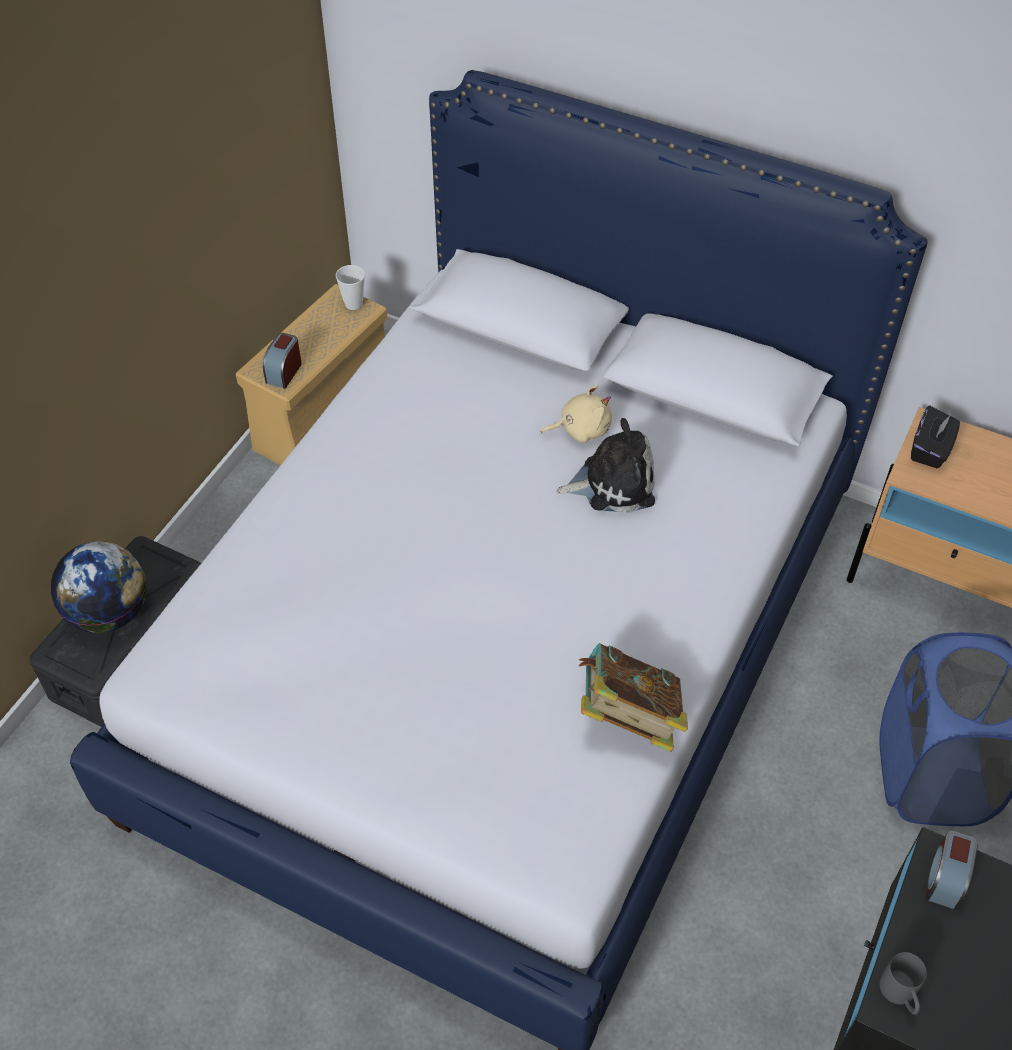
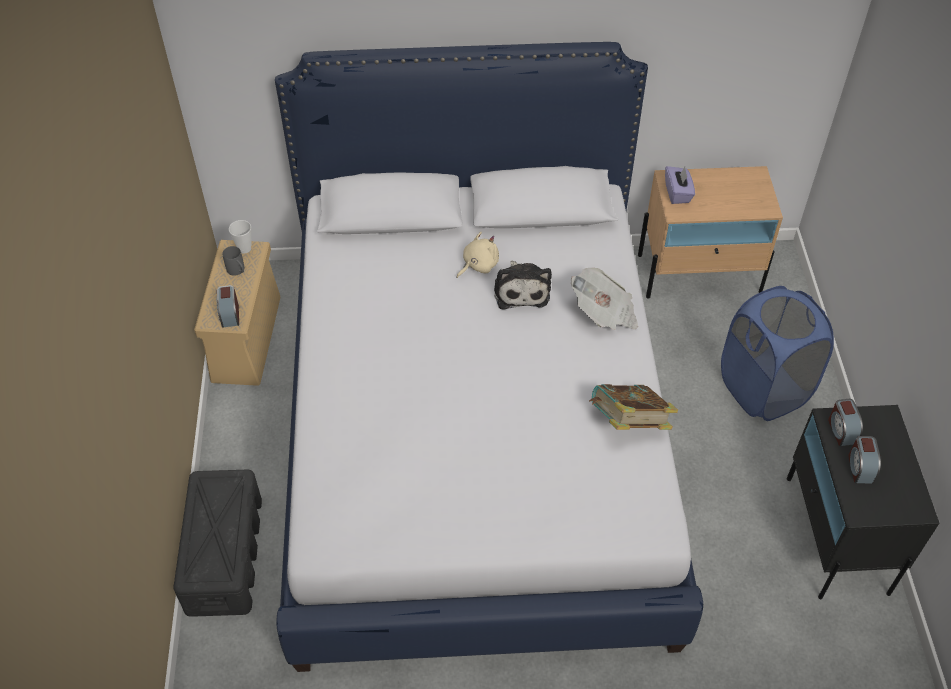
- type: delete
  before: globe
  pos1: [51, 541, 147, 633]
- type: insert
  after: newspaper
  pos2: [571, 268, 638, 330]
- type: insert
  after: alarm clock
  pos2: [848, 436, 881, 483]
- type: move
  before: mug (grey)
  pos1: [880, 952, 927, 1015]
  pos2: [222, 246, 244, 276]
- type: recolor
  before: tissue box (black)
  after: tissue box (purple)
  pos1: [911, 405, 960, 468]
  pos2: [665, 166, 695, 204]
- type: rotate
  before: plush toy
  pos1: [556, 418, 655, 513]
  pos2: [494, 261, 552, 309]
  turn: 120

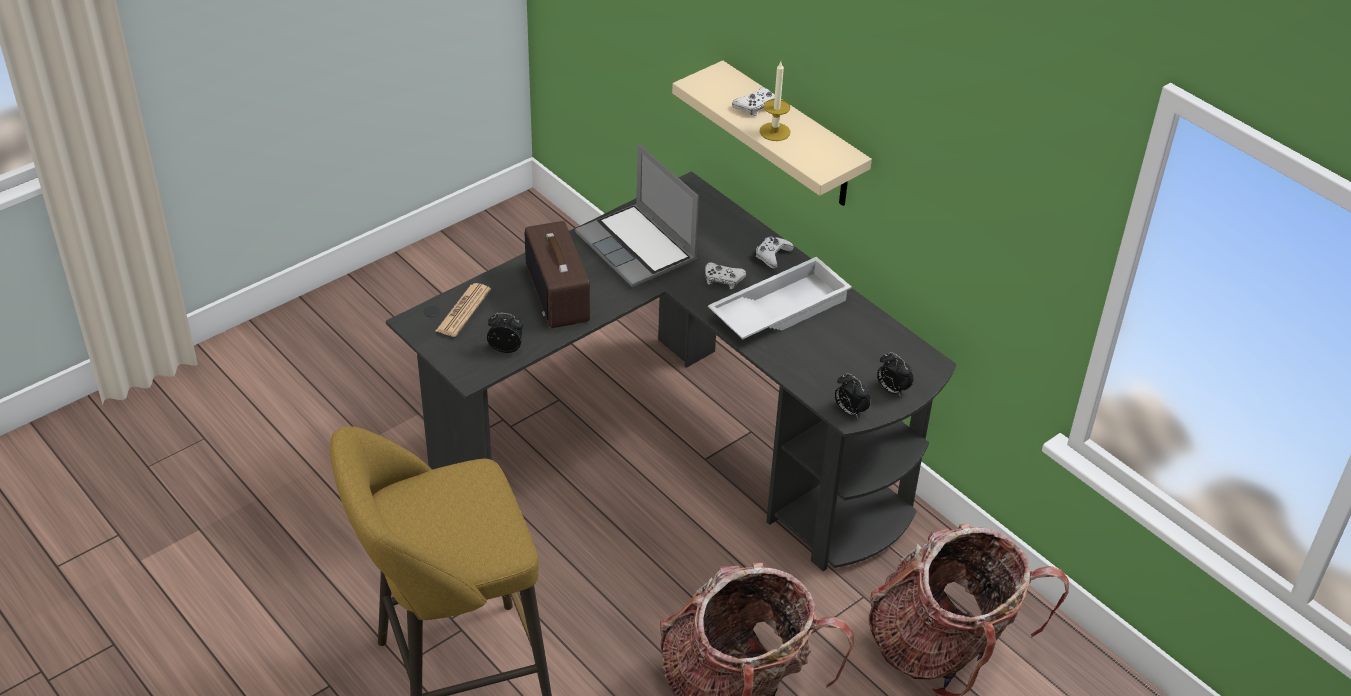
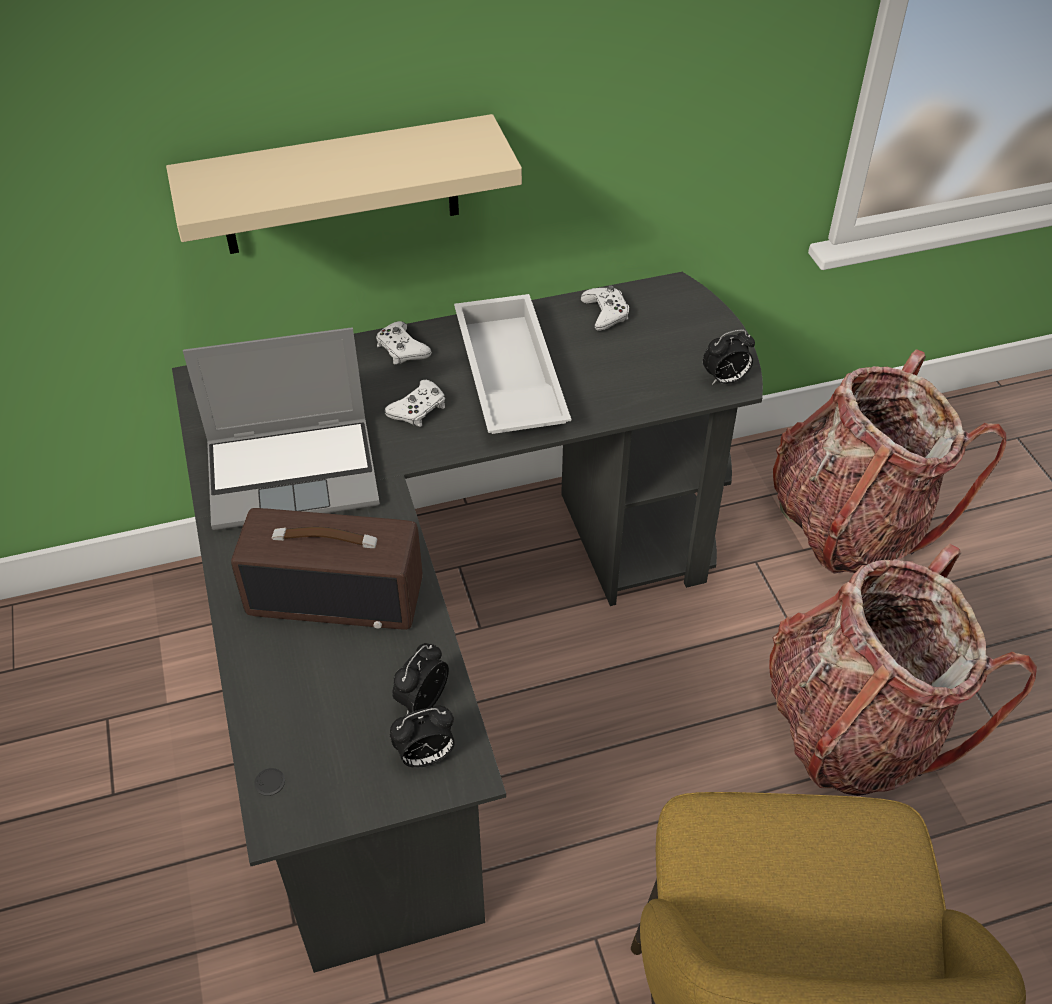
- type: delete
  before: newspaper
  pos1: [436, 283, 491, 337]
- type: delete
  before: candle
  pos1: [760, 62, 790, 141]
- type: move
  before: game controller (white)
  pos1: [732, 88, 775, 116]
  pos2: [581, 285, 629, 331]
- type: move
  before: alarm clock
  pos1: [877, 352, 913, 397]
  pos2: [390, 706, 455, 768]

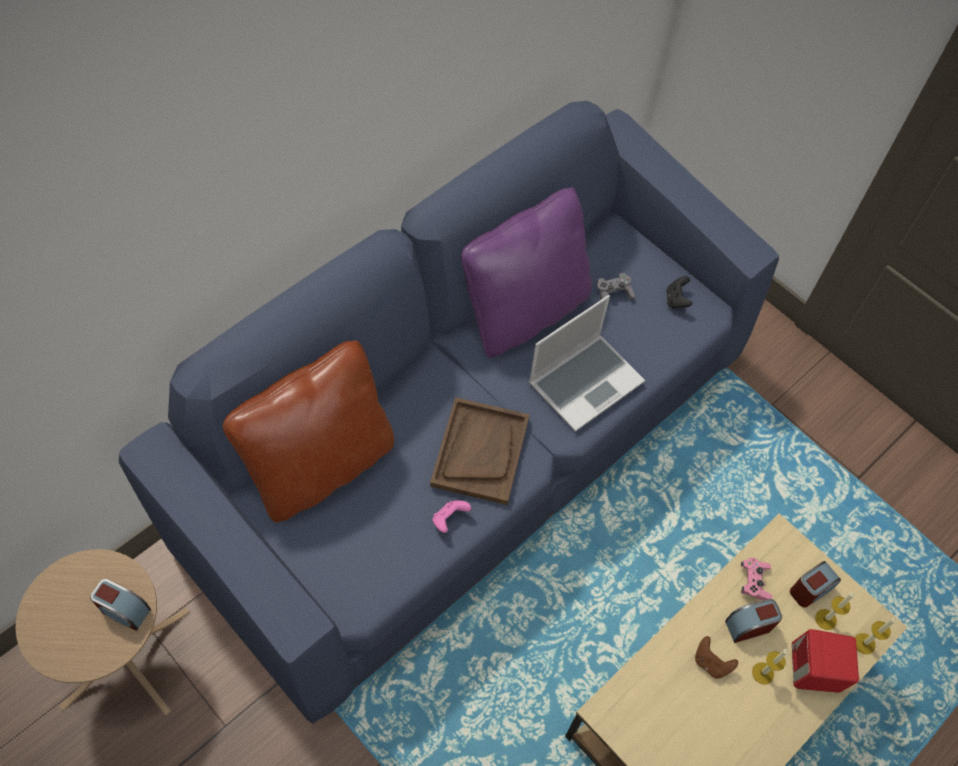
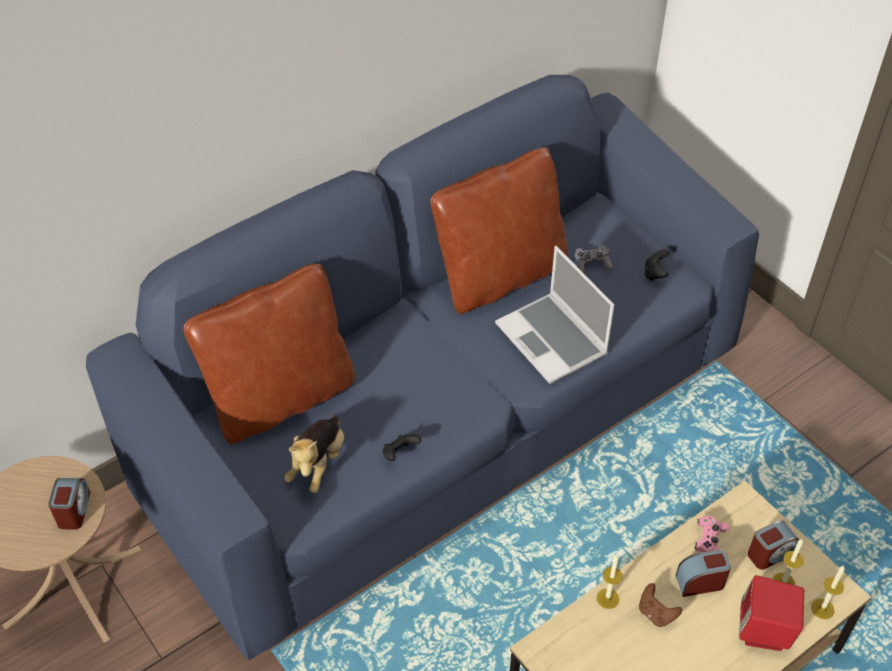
- type: delete
  before: tray (brown)
  pos1: [430, 397, 530, 505]
- type: insert
  after: plush toy
  pos2: [285, 415, 344, 493]
- type: move
  before: candle
  pos1: [752, 649, 788, 684]
  pos2: [597, 555, 623, 609]
- type: recolor
  before: game controller (pink)
  after: game controller (black)
  pos1: [432, 501, 471, 533]
  pos2: [382, 434, 421, 461]
- type: recolor
  before: pillow (purple)
  after: pillow (brown)
  pos1: [461, 188, 592, 358]
  pos2: [431, 147, 568, 314]
- type: rotate
  before: alarm clock
  pos1: [90, 579, 151, 631]
  pos2: [48, 478, 90, 530]
  turn: -120
- type: rotate
  before: laptop
  pos1: [529, 295, 645, 432]
  pos2: [495, 246, 615, 384]
  turn: 90

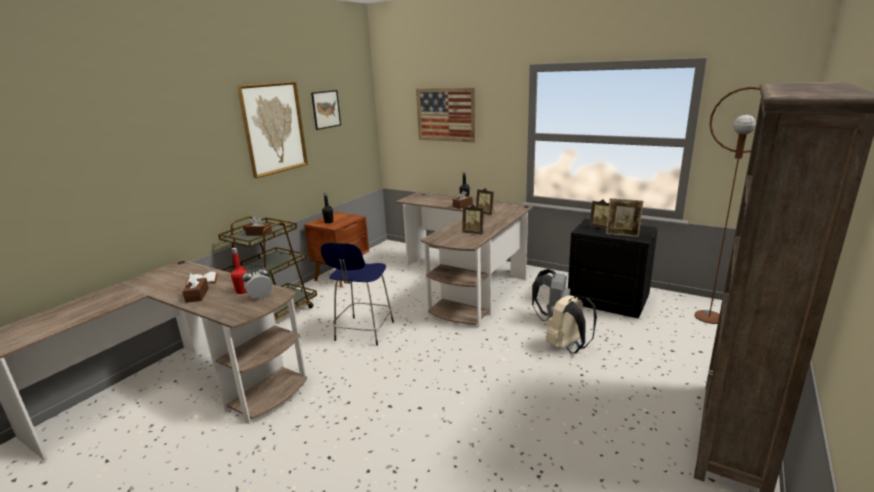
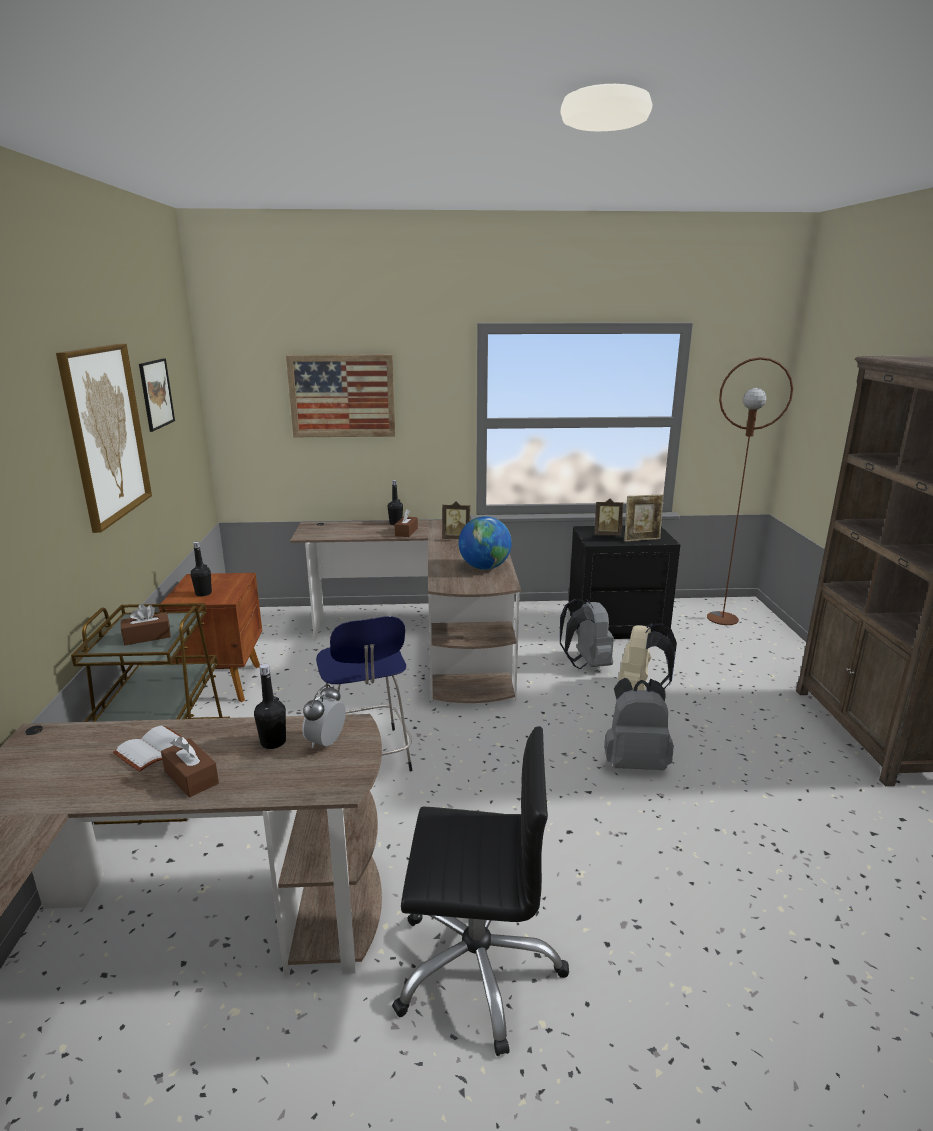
- type: insert
  after: office chair (black)
  pos2: [392, 726, 569, 1056]
- type: insert
  after: backpack (grey)
  pos2: [604, 678, 674, 770]
- type: replace
  before: picture frame
  after: globe
  pos1: [462, 205, 484, 234]
  pos2: [459, 516, 512, 570]
- type: recolor
  before: bottle (red)
  after: bottle (black)
  pos1: [231, 248, 247, 294]
  pos2: [254, 663, 286, 749]

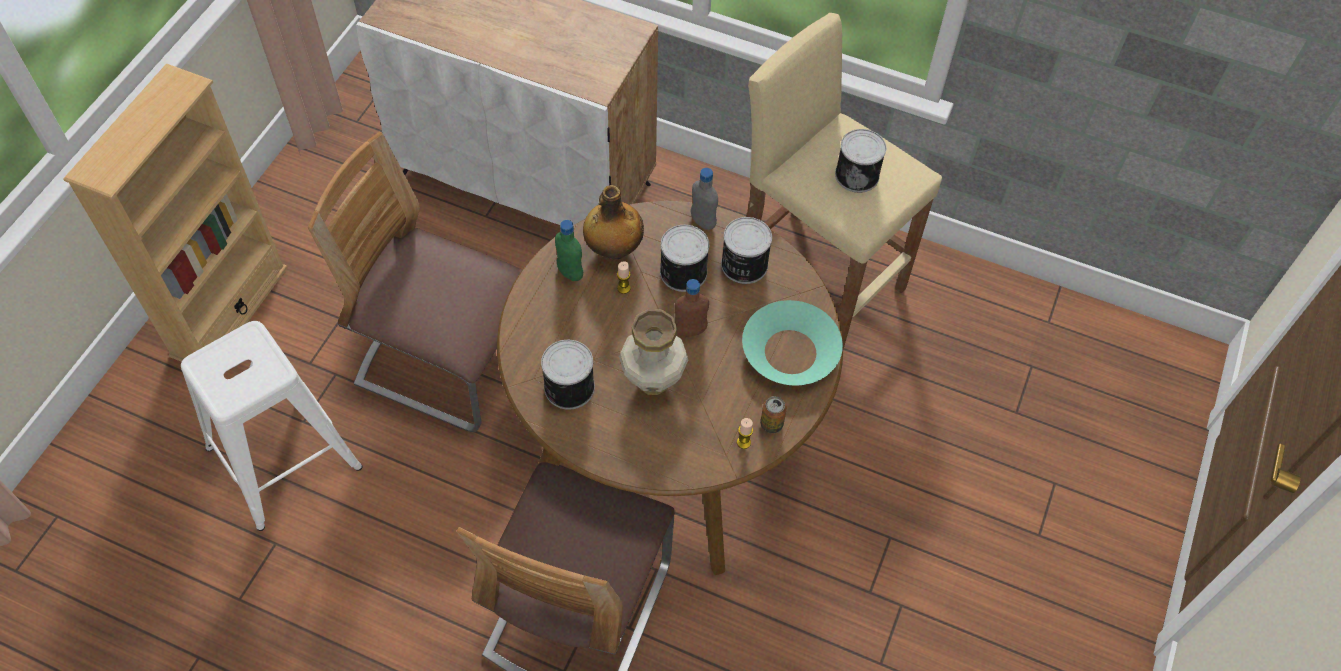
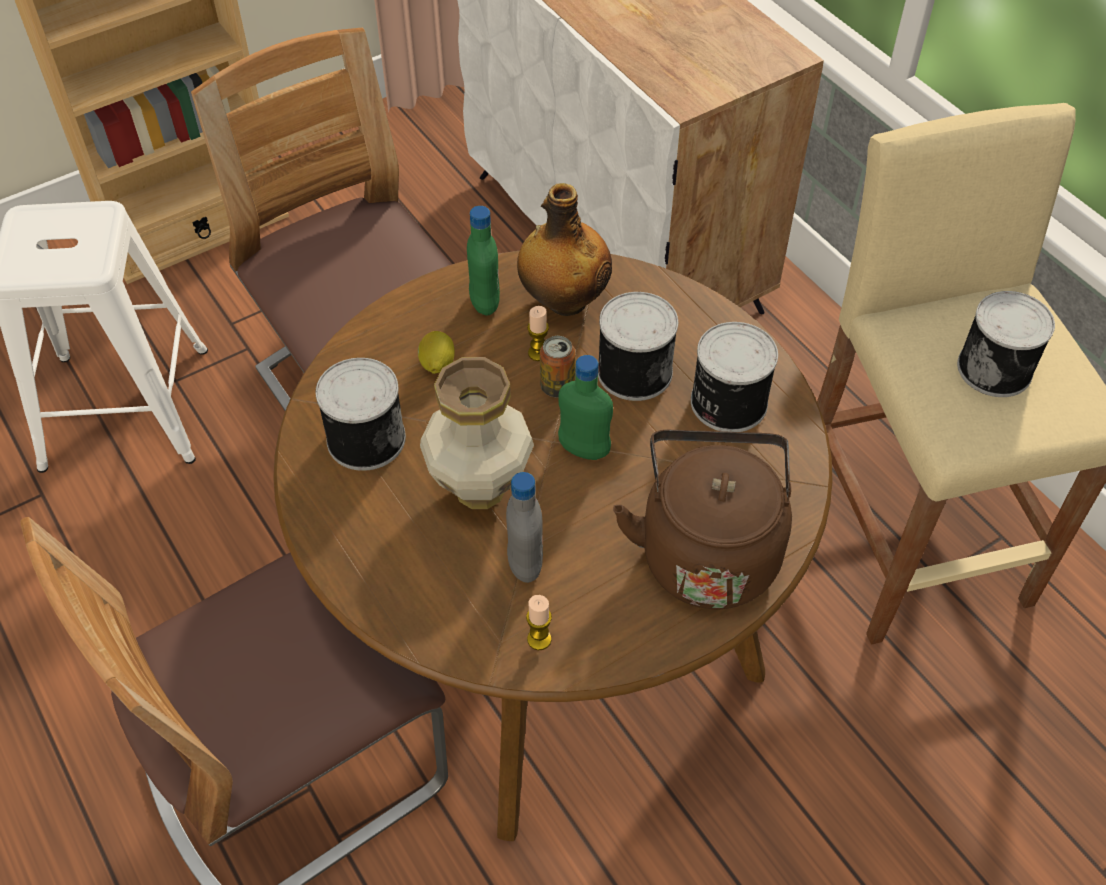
- type: insert
  after: lemon
  pos2: [418, 331, 455, 374]
- type: move
  before: bottle (grey)
  pos1: [691, 168, 718, 230]
  pos2: [506, 472, 543, 583]
- type: move
  before: can
  pos1: [760, 396, 787, 433]
  pos2: [540, 336, 576, 397]
- type: replace
  before: bowl (turquoise)
  after: kettle (brown)
  pos1: [742, 300, 843, 385]
  pos2: [613, 430, 792, 609]
- type: recolor
  before: bottle (brown)
  after: bottle (green)
  pos1: [674, 279, 709, 336]
  pos2: [558, 355, 613, 460]

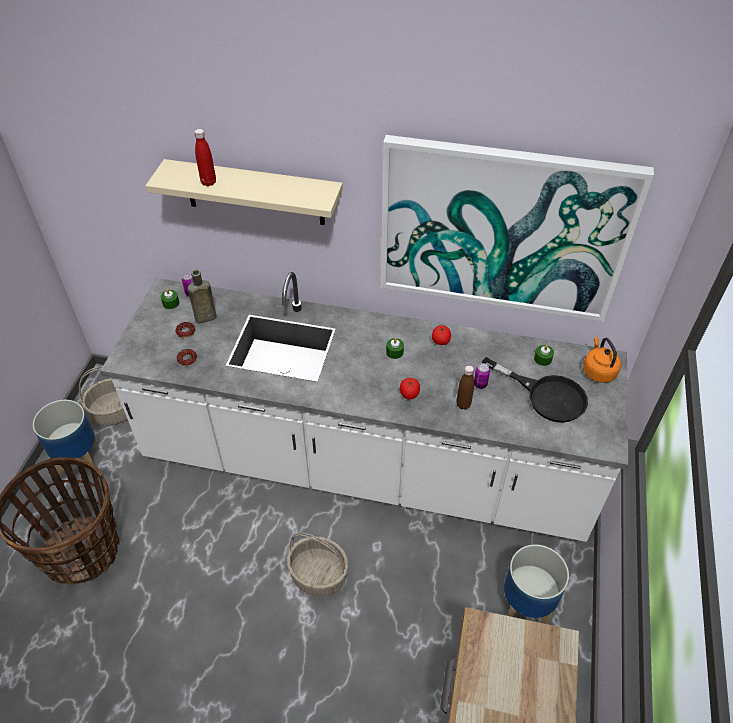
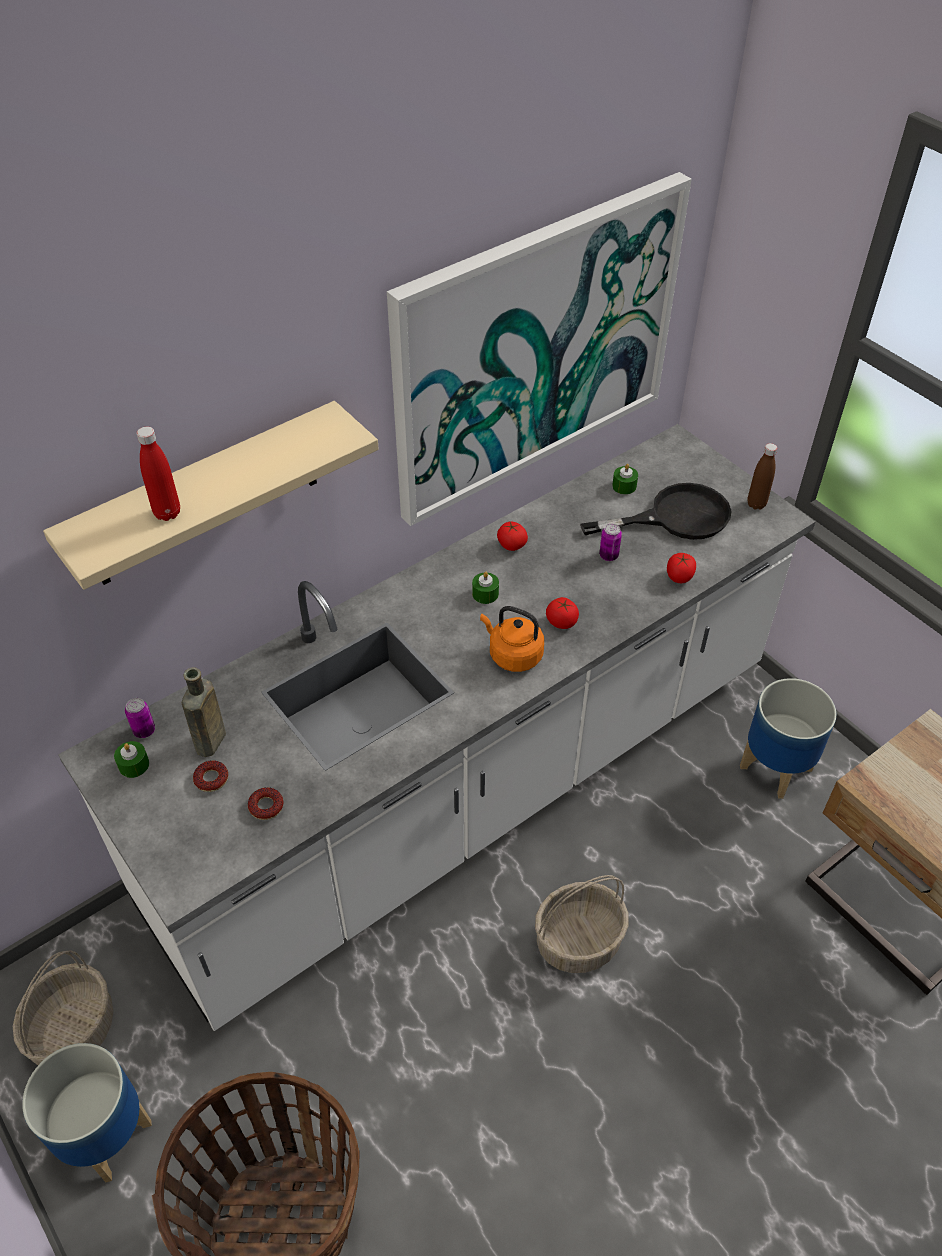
- type: insert
  after: tomato
  pos2: [667, 553, 696, 583]
- type: move
  before: bottle (brown)
  pos1: [456, 365, 474, 410]
  pos2: [747, 443, 777, 510]
- type: move
  before: kettle (orange)
  pos1: [583, 337, 621, 383]
  pos2: [480, 606, 544, 672]

